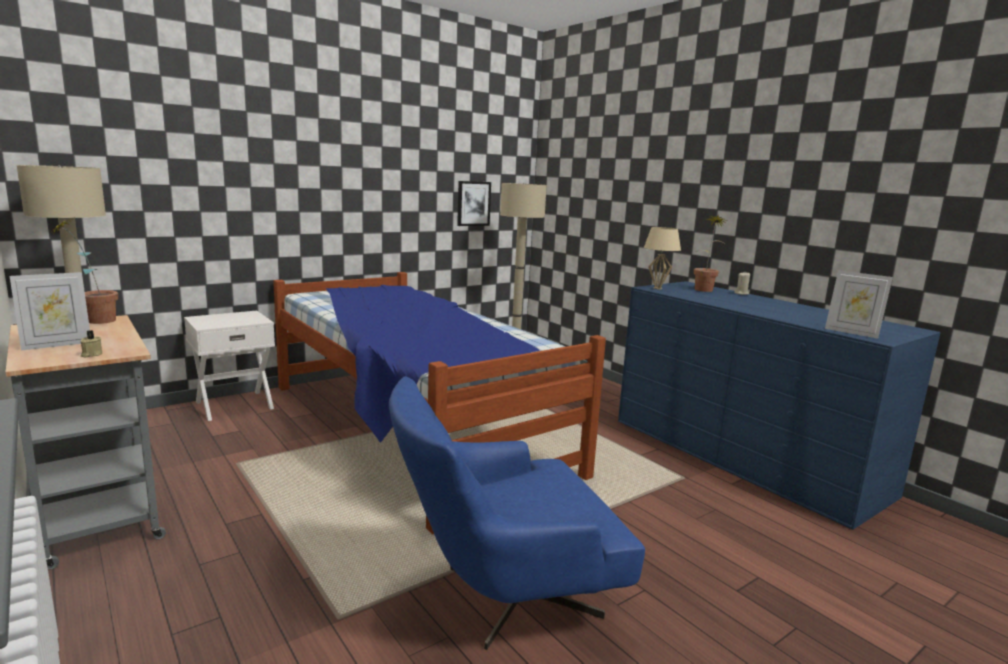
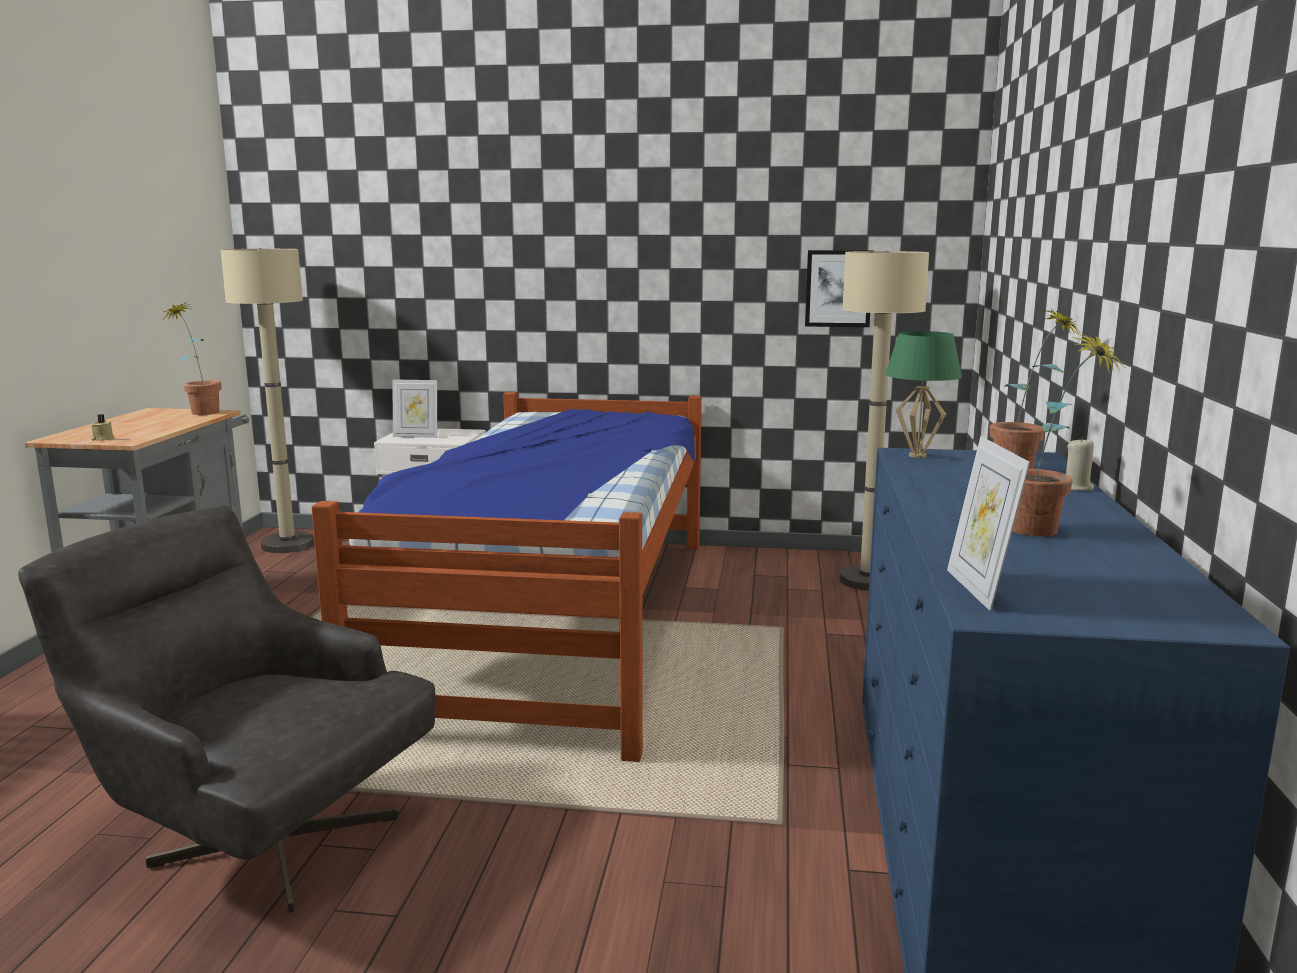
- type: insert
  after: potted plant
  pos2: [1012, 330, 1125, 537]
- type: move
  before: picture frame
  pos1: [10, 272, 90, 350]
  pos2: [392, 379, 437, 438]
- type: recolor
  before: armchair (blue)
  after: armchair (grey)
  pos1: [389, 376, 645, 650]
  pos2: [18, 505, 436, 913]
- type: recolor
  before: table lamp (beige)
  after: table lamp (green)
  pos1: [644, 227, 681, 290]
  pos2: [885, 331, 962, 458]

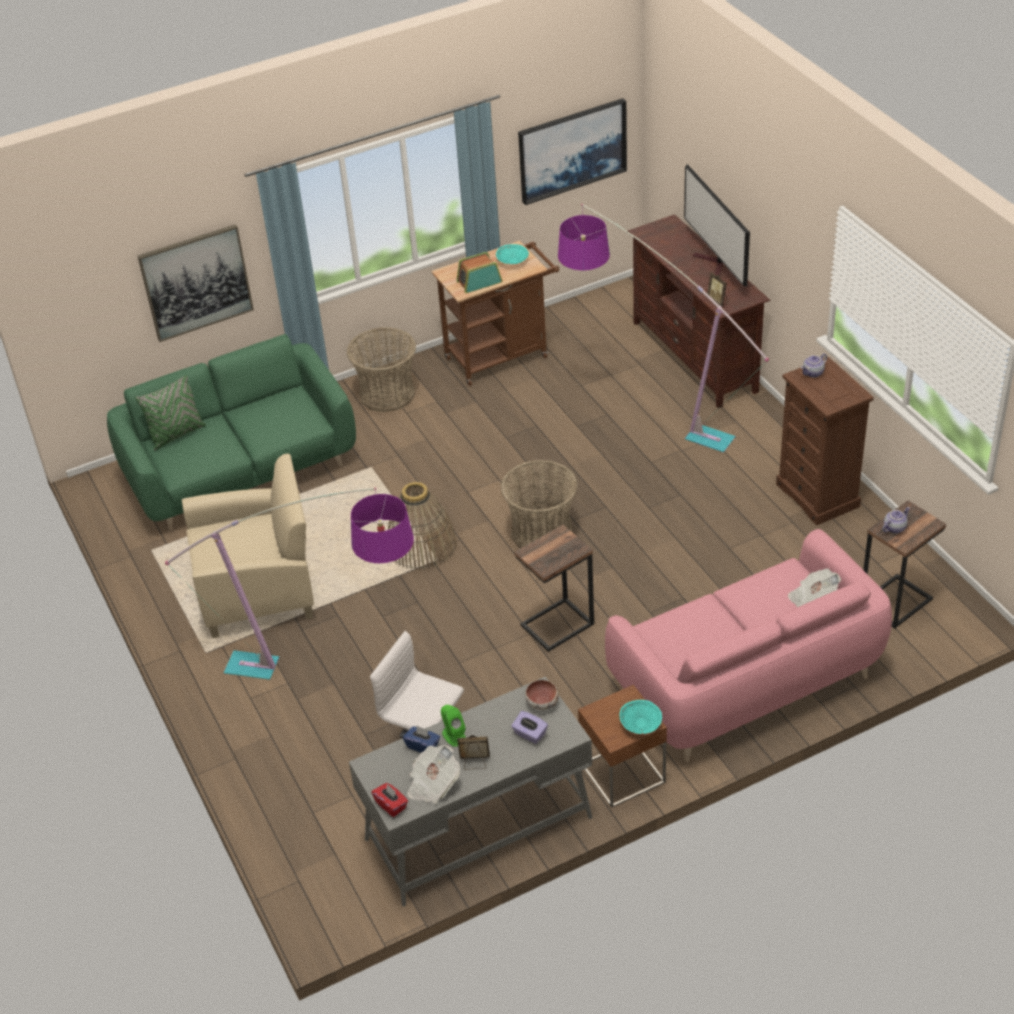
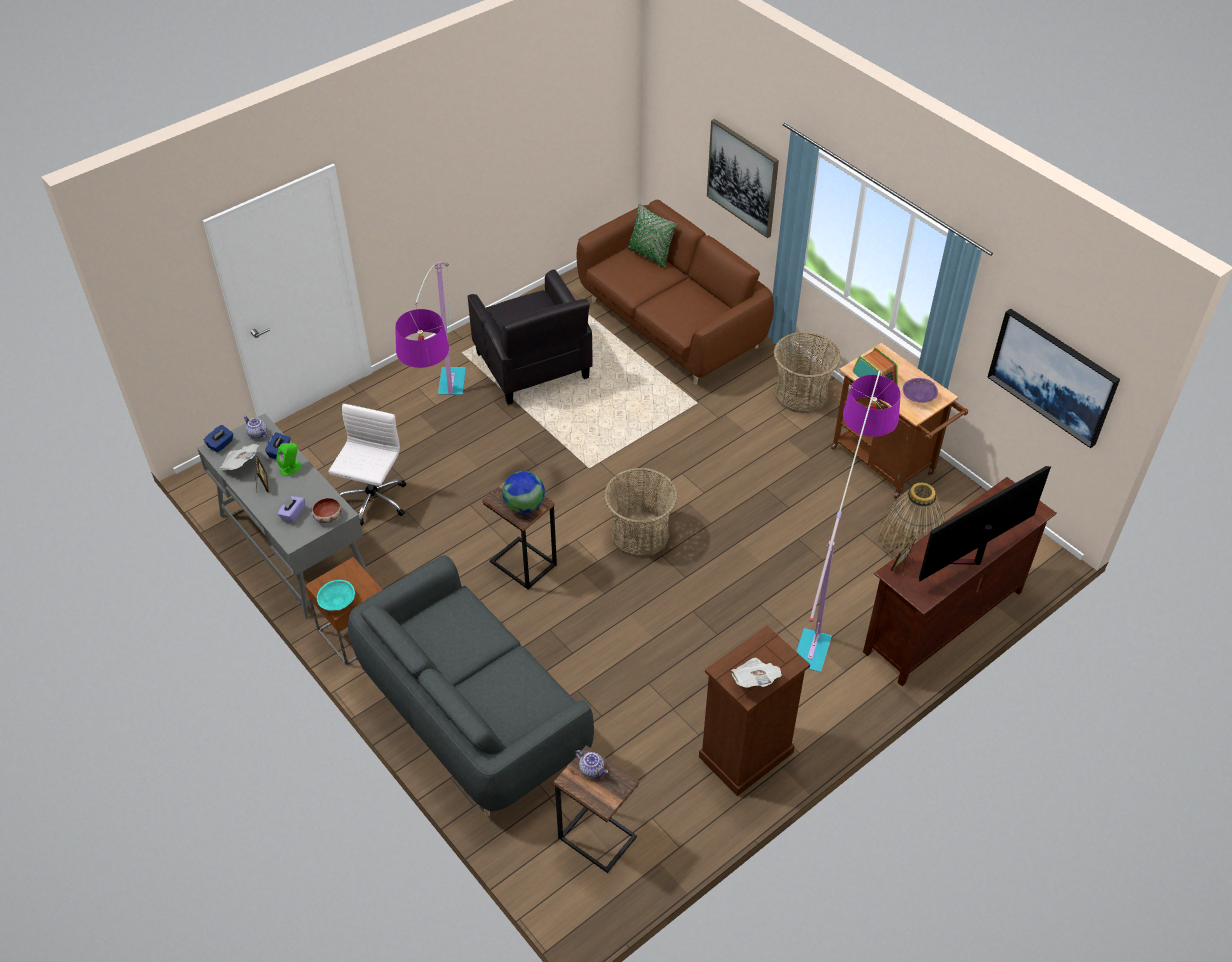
- type: insert
  after: globe
  pos2: [502, 471, 545, 513]
- type: move
  before: basket
  pos1: [388, 482, 457, 571]
  pos2: [878, 482, 945, 558]
- type: move
  before: newspaper
  pos1: [788, 568, 841, 607]
  pos2: [731, 658, 782, 688]
- type: move
  before: teapot
  pos1: [801, 353, 827, 378]
  pos2: [243, 416, 268, 439]
- type: recolor
  before: sofa (green)
  after: sofa (brown)
  pos1: [107, 334, 356, 531]
  pos2: [577, 200, 774, 385]
- type: recolor
  before: armchair (beige)
  after: armchair (black)
  pos1: [182, 454, 314, 638]
  pos2: [467, 269, 593, 405]
- type: recolor
  before: tissue box (red)
  after: tissue box (blue)
  pos1: [371, 783, 408, 817]
  pos2: [204, 425, 233, 453]
- type: recolor
  before: bowl (turquoise)
  after: bowl (purple)
  pos1: [496, 244, 529, 264]
  pos2: [903, 378, 938, 403]
- type: recolor
  before: sofa (pink)
  after: sofa (grey)
  pos1: [605, 529, 892, 762]
  pos2: [348, 555, 594, 817]

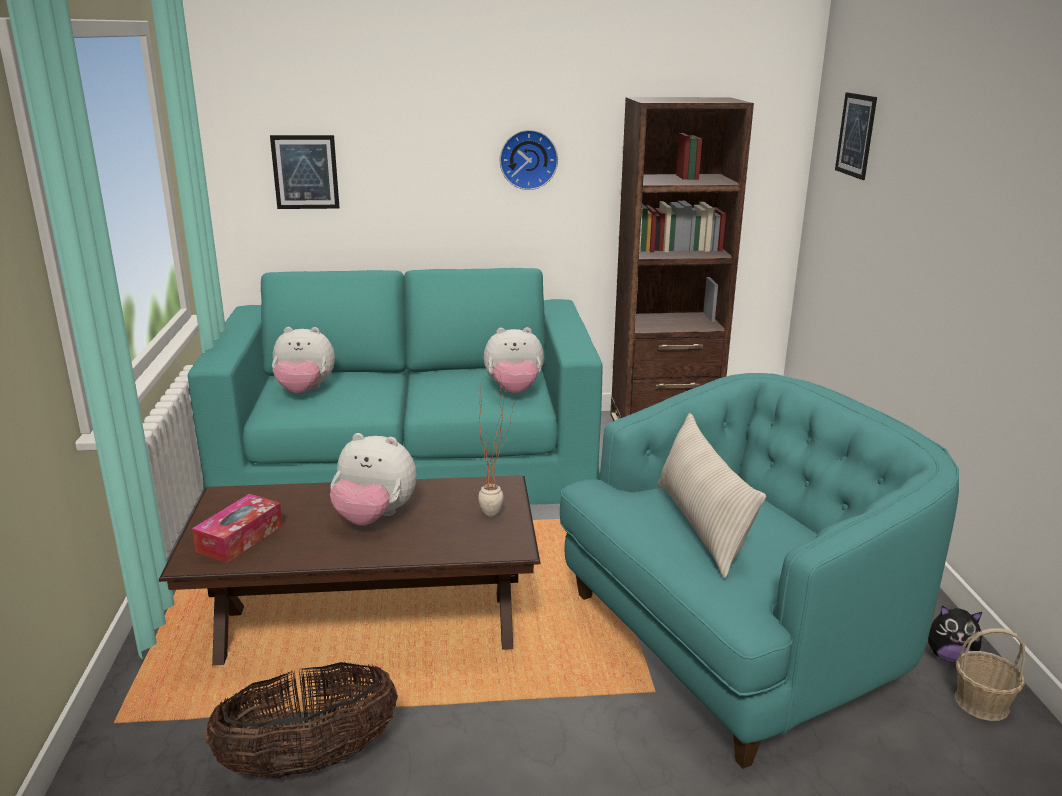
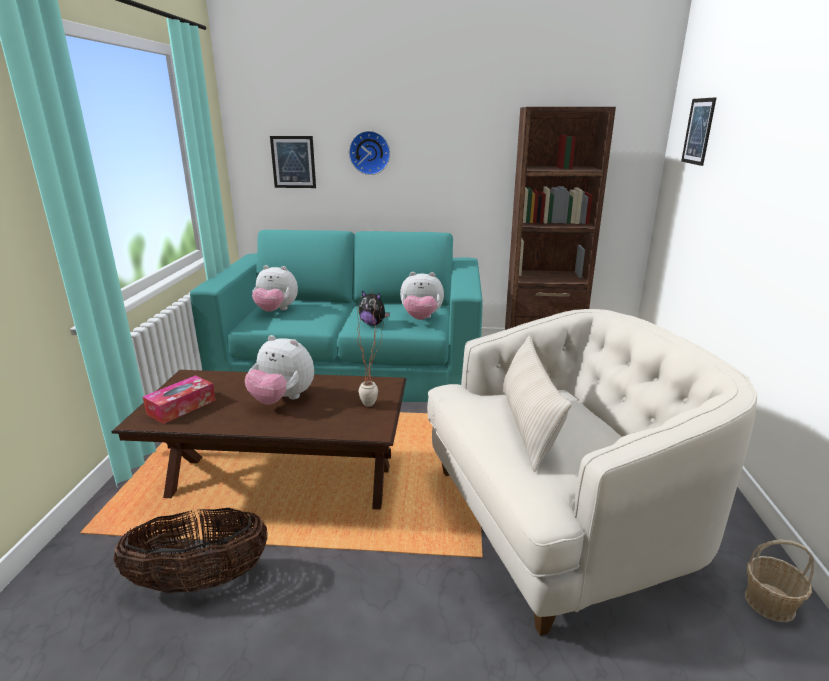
- type: move
  before: wall clock
  pos1: [500, 130, 558, 190]
  pos2: [349, 131, 390, 175]
- type: move
  before: plush toy
  pos1: [928, 605, 982, 663]
  pos2: [359, 291, 390, 325]
- type: recolor
  before: armchair (turquoise)
  after: armchair (white)
  pos1: [560, 373, 959, 769]
  pos2: [427, 309, 757, 636]

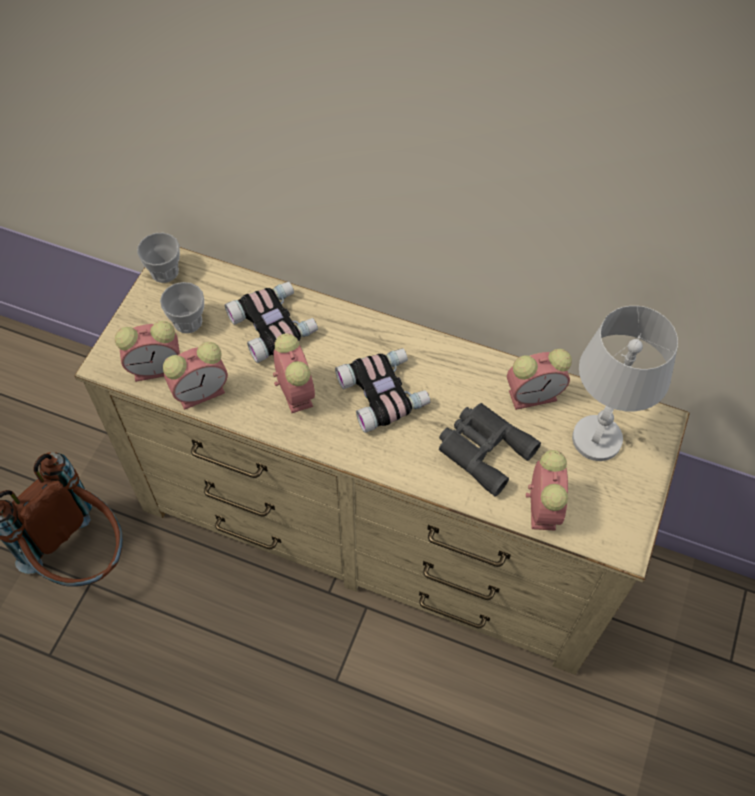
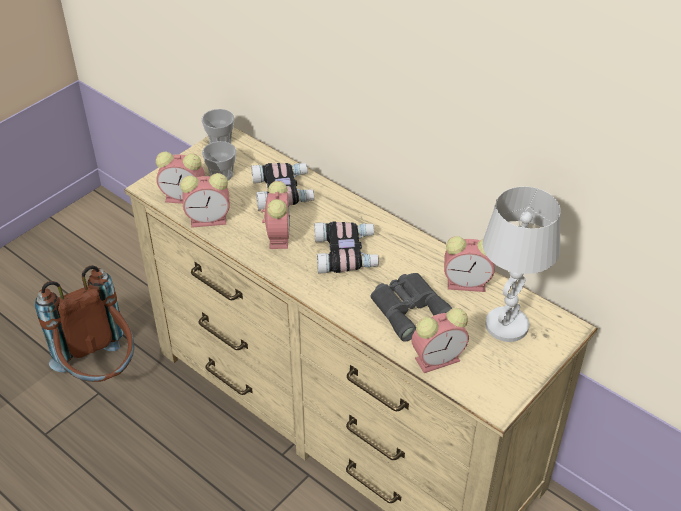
- type: rotate
  before: alarm clock
  pos1: [526, 450, 568, 531]
  pos2: [412, 308, 469, 373]
  turn: 45

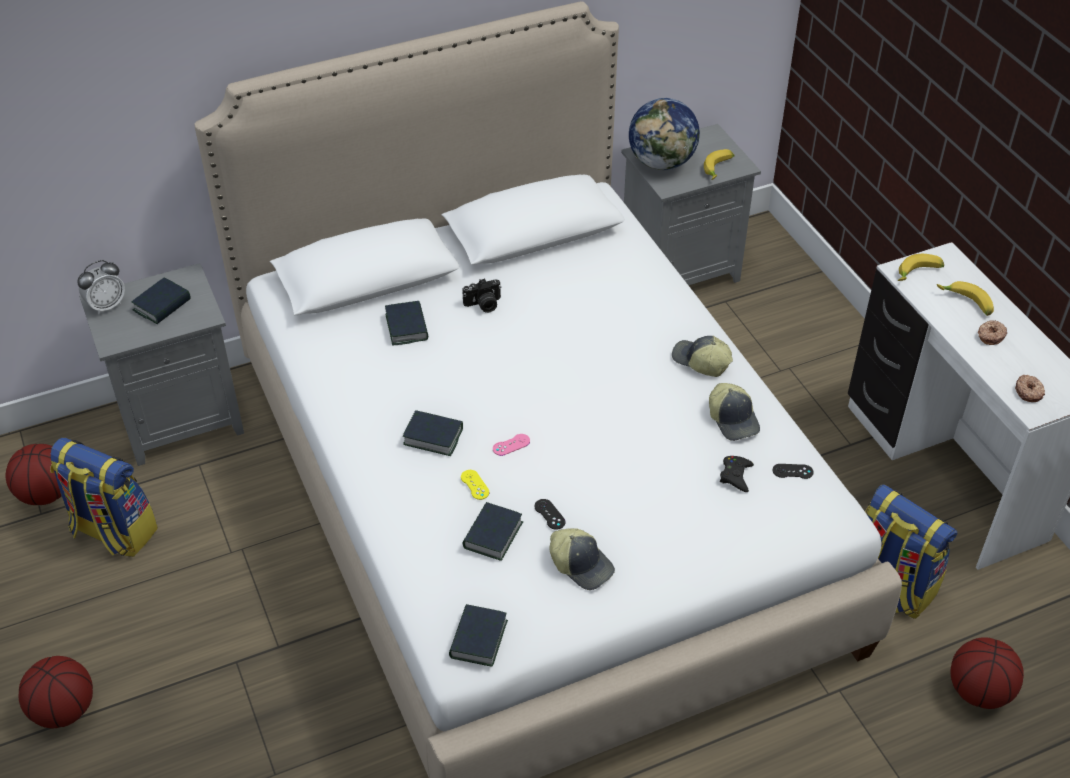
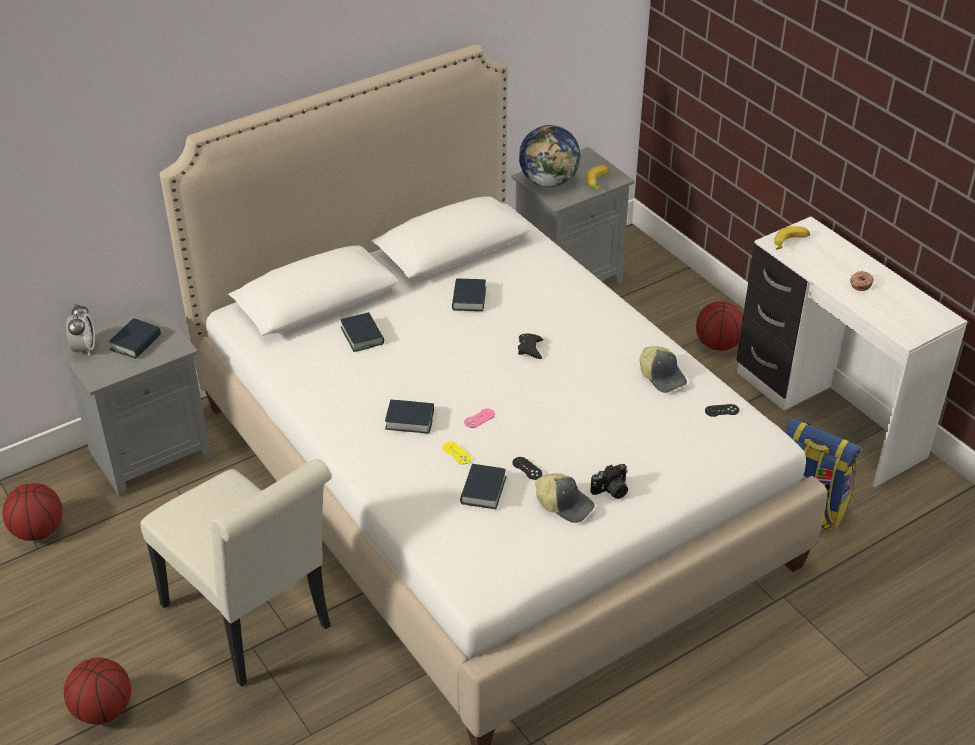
- type: delete
  before: backpack
  pos1: [50, 438, 158, 557]
- type: delete
  before: cap
  pos1: [672, 336, 733, 377]
- type: delete
  before: banana
  pos1: [937, 281, 994, 316]
- type: delete
  before: donut
  pos1: [1015, 375, 1045, 402]
- type: insert
  after: chair (white)
  pos2: [140, 459, 332, 687]
- type: move
  before: book
  pos1: [449, 604, 508, 667]
  pos2: [452, 279, 486, 311]
- type: move
  before: photo camera
  pos1: [462, 278, 501, 313]
  pos2: [590, 464, 628, 499]
- type: move
  before: game controller (black)
  pos1: [720, 456, 754, 492]
  pos2: [518, 334, 543, 359]
- type: move
  before: basketball
  pos1: [950, 637, 1024, 709]
  pos2: [696, 301, 743, 351]
- type: rotate
  before: alarm clock
  pos1: [77, 260, 125, 315]
  pos2: [66, 304, 95, 356]
  turn: -45

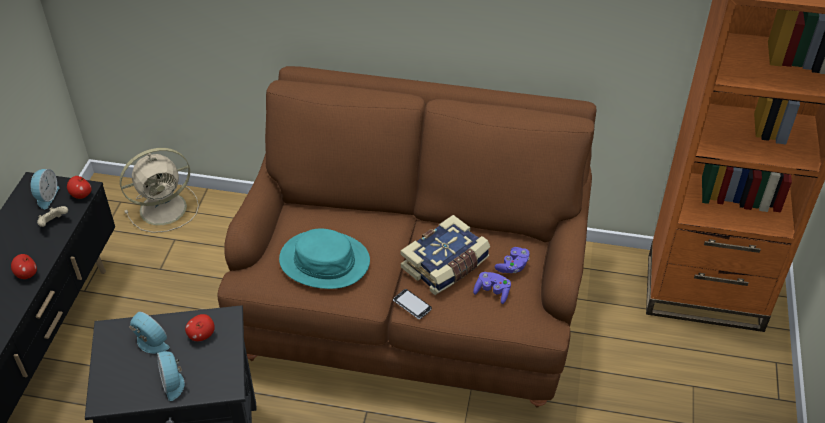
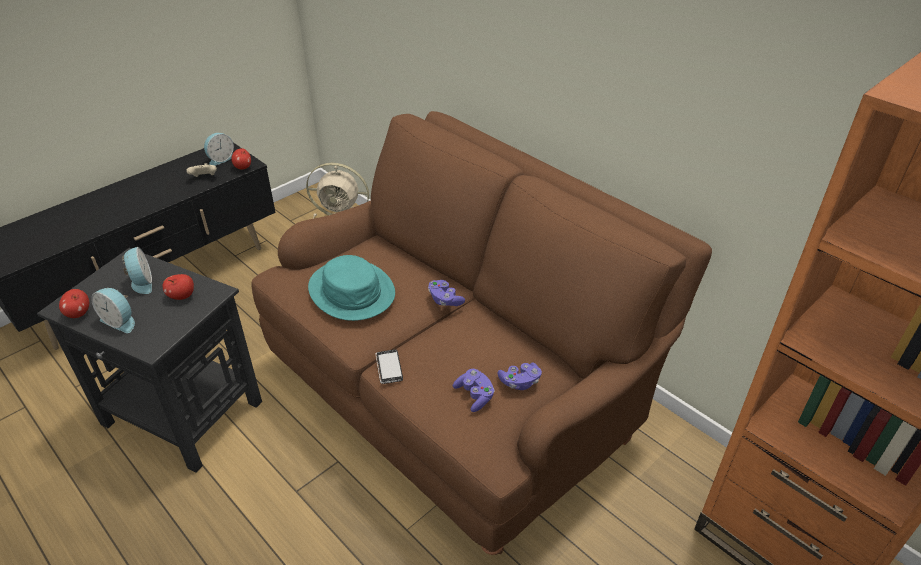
- type: delete
  before: book
  pos1: [400, 215, 490, 295]
- type: insert
  after: game controller (purple)
  pos2: [428, 280, 465, 306]
- type: move
  before: apple
  pos1: [11, 254, 37, 279]
  pos2: [59, 289, 89, 318]
- type: rotate
  before: alarm clock
  pos1: [157, 351, 185, 401]
  pos2: [91, 288, 135, 333]
  turn: -75

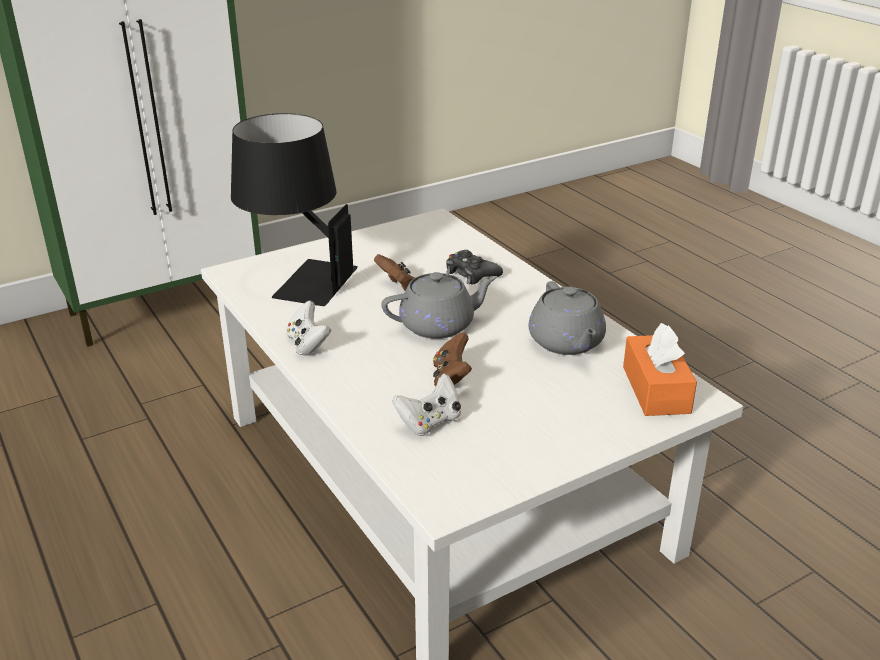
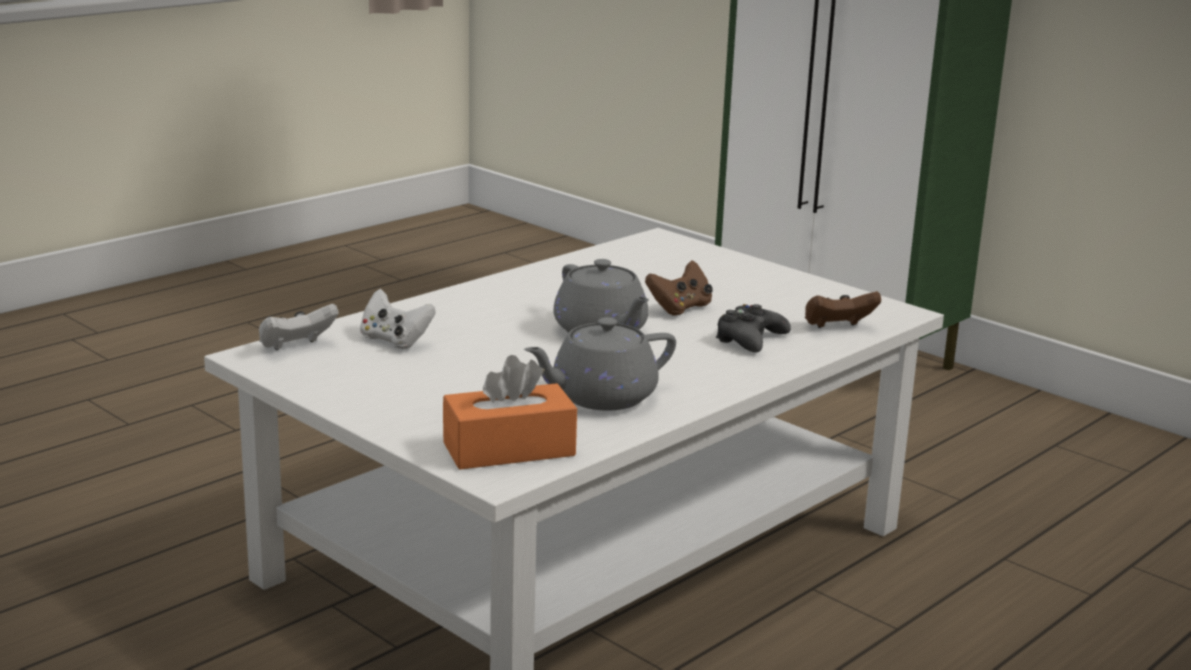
- type: delete
  before: table lamp (black)
  pos1: [231, 113, 358, 306]
- type: move
  before: game controller (white)
  pos1: [286, 301, 331, 356]
  pos2: [259, 304, 339, 350]
- type: move
  before: game controller (brown)
  pos1: [433, 332, 472, 386]
  pos2: [805, 291, 881, 328]

